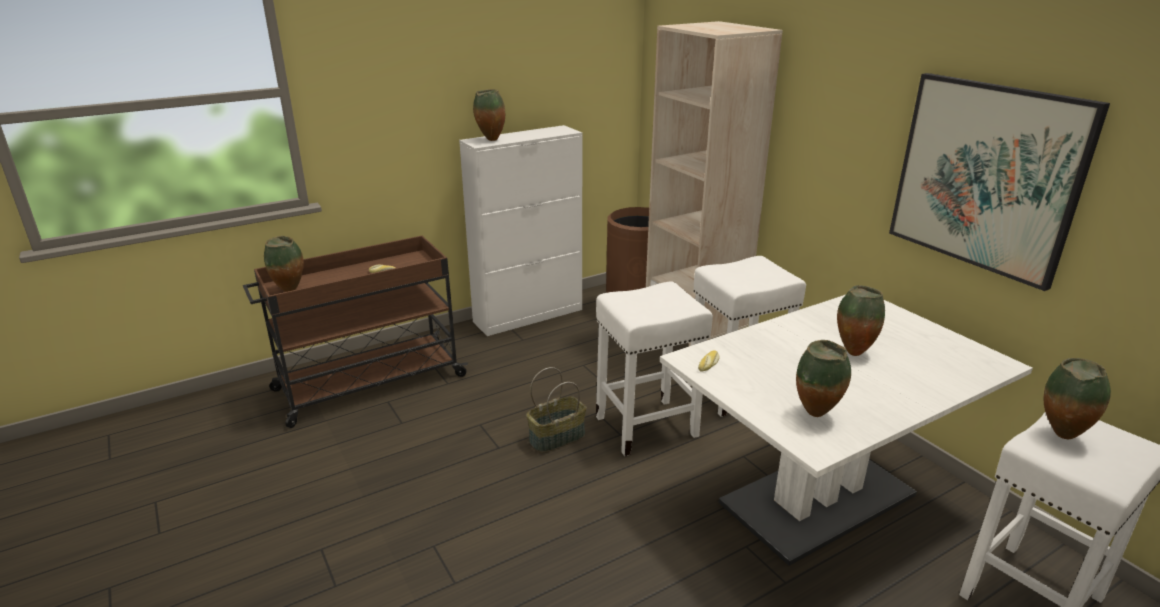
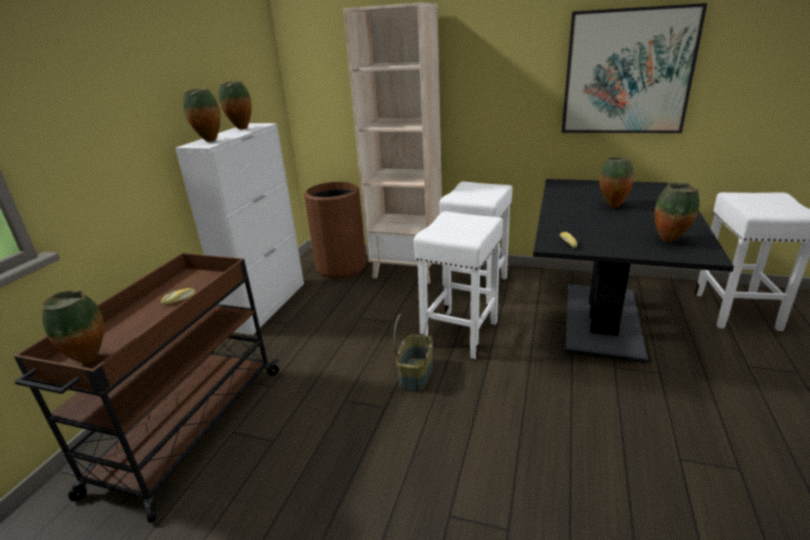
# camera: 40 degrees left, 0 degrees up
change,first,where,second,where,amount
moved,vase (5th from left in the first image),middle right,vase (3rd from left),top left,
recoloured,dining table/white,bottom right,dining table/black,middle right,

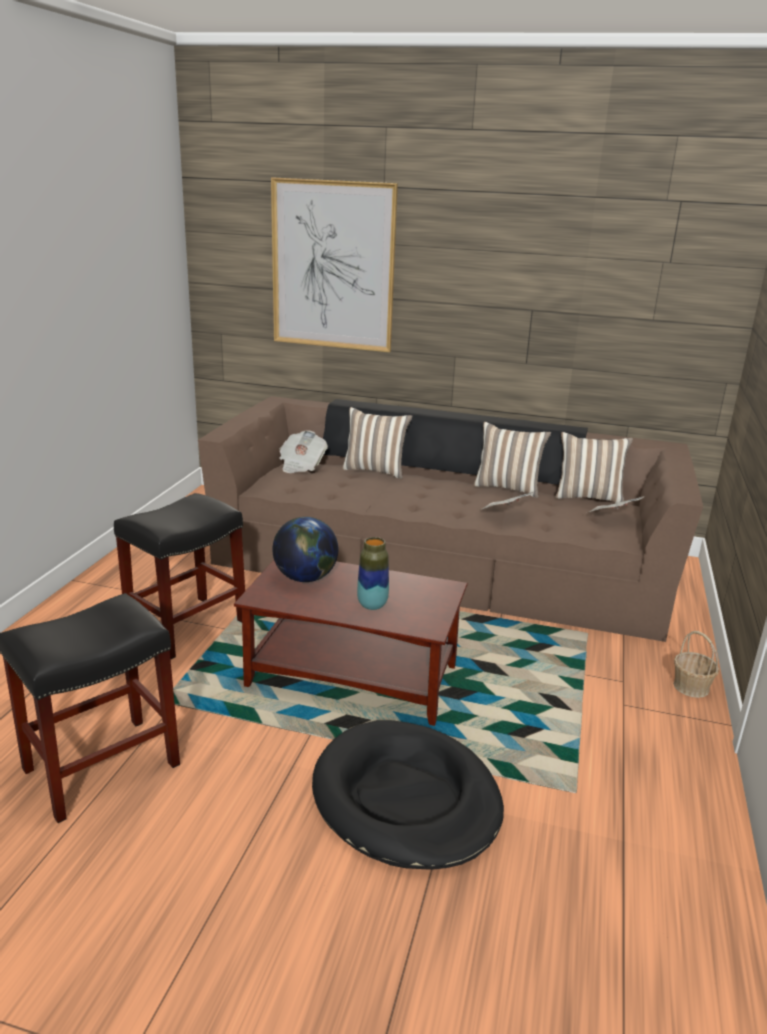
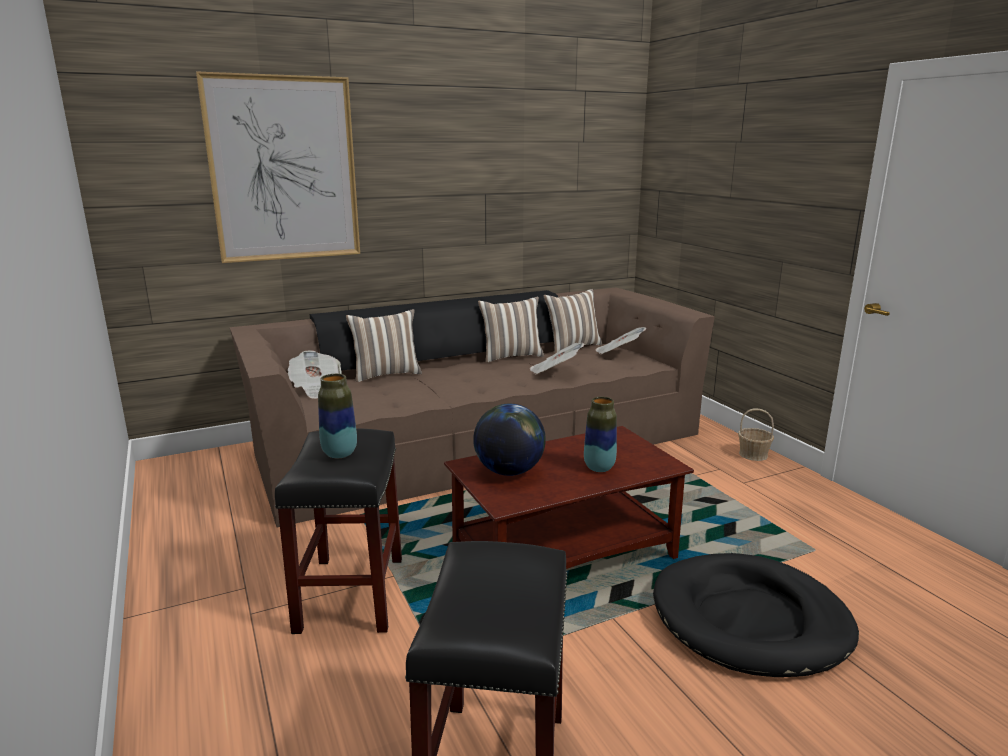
# camera: 40 degrees left, 5 degrees down
change,first,where,second,where,amount
added,,,vase (1st from left),centre,

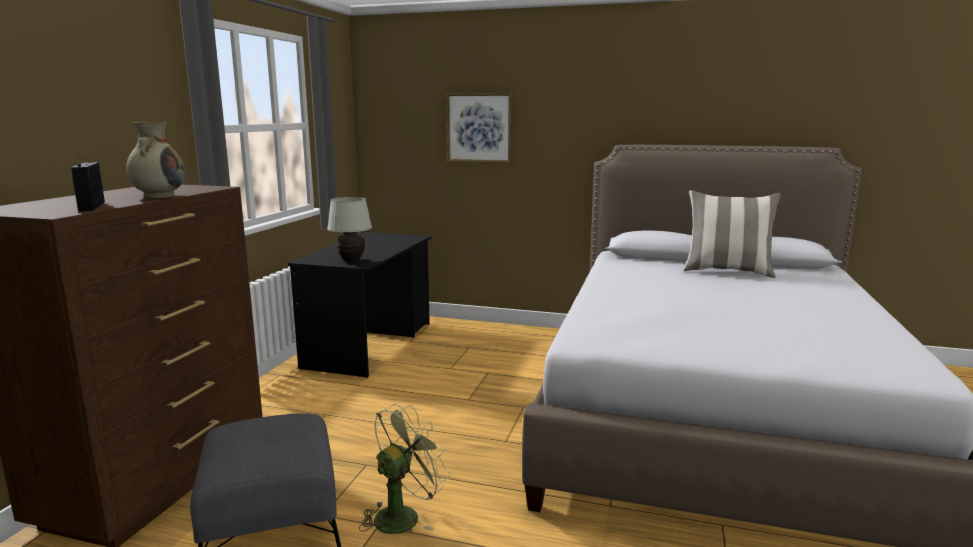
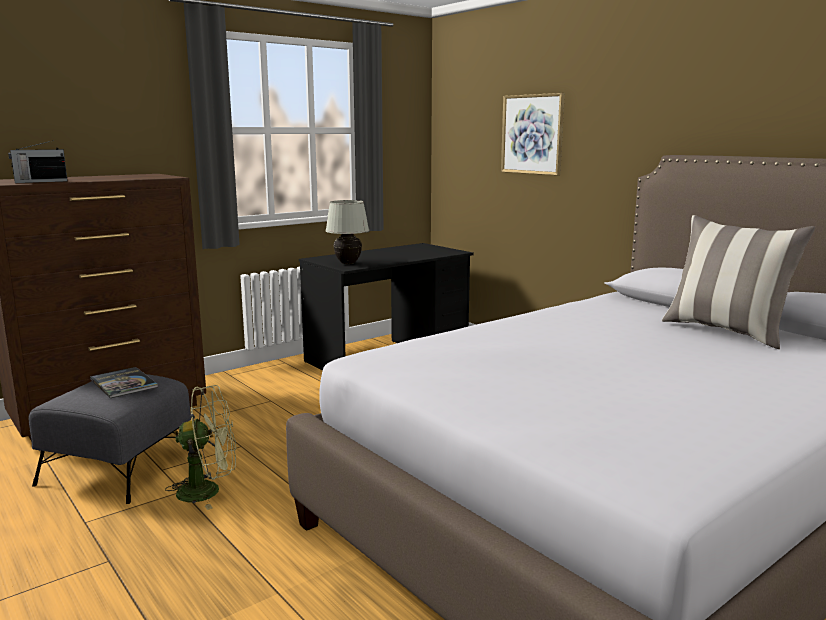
# camera: 35 degrees right, 0 degrees up
change,first,where,second,where,amount
removed,vase/beige,top left,,,
added,,,book,middle left,
turned,radio,middle left,,top left,135 degrees counterclockwise

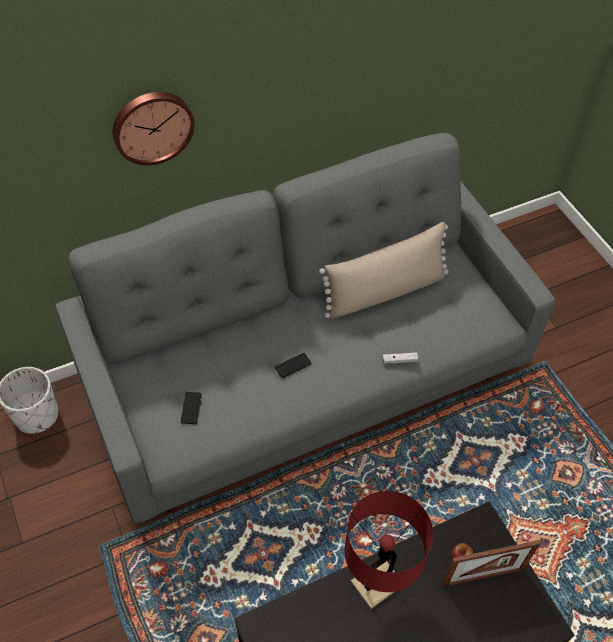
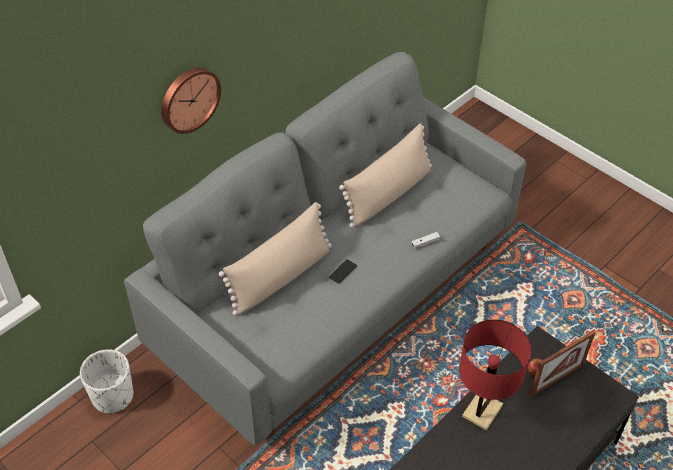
# camera: 20 degrees left, 5 degrees down
change,first,where,second,where,amount
removed,phone (1st from left),middle left,,,
added,,,pillow/beige (1st from left),centre,

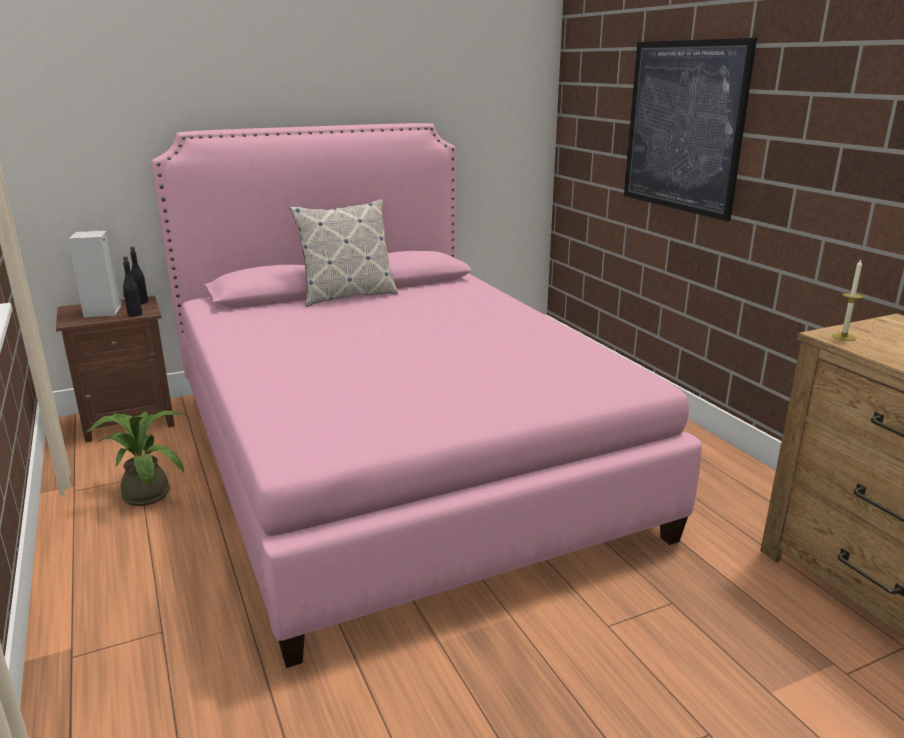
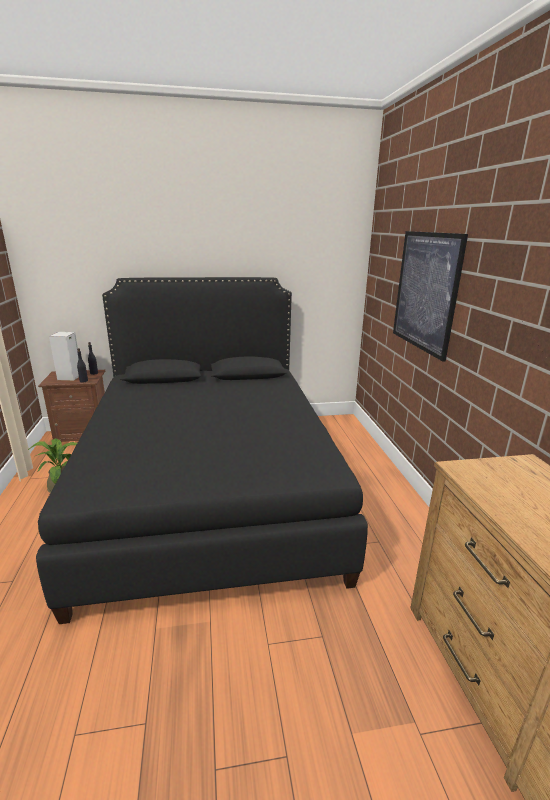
# camera: 15 degrees right, 0 degrees up
change,first,where,second,where,amount
removed,pillow,centre,,,
removed,candle,middle right,,,
recoloured,bed/pink,centre,bed/black,centre,

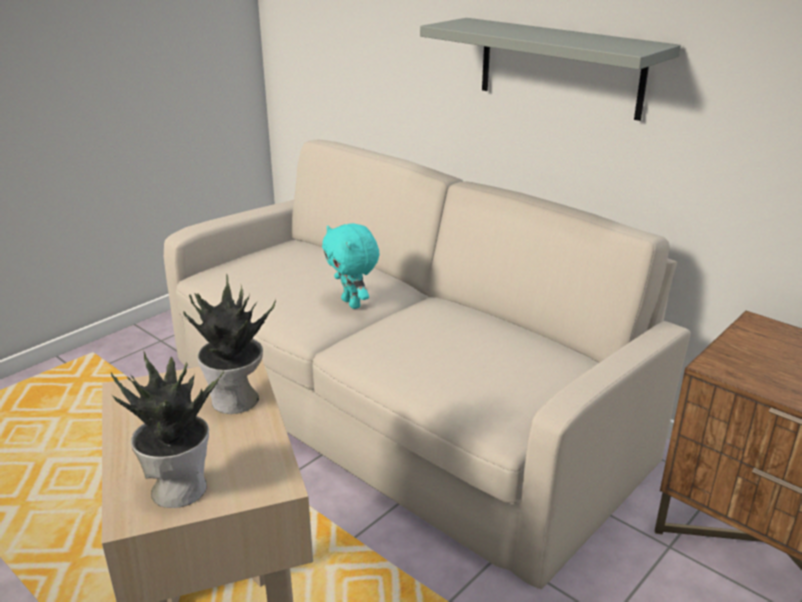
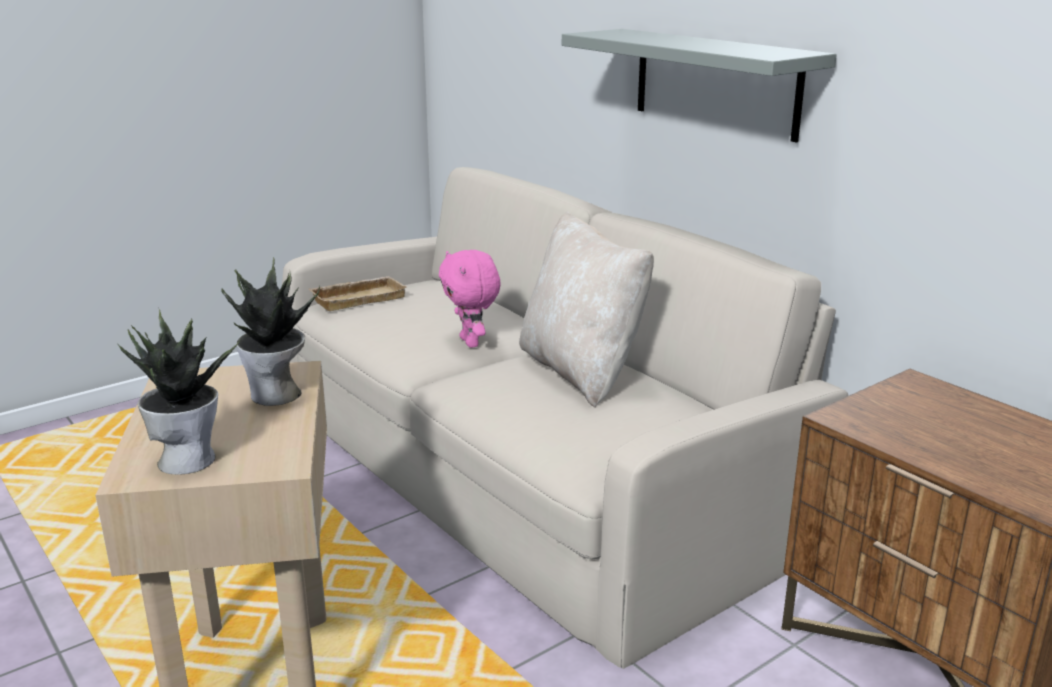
# camera: 10 degrees right, 5 degrees down
change,first,where,second,where,amount
added,,,tray/beige,centre,
added,,,pillow/beige,centre,
recoloured,plush toy/turquoise,centre,plush toy/pink,centre,

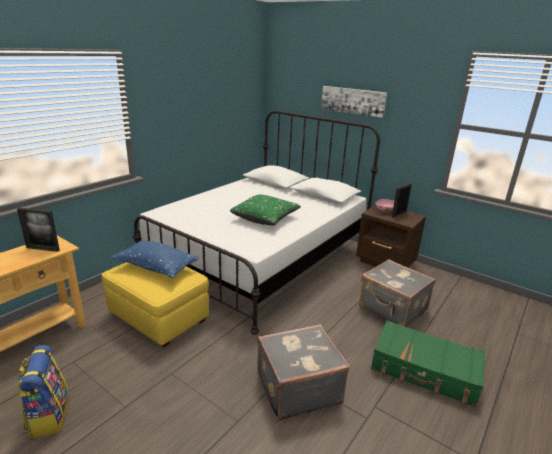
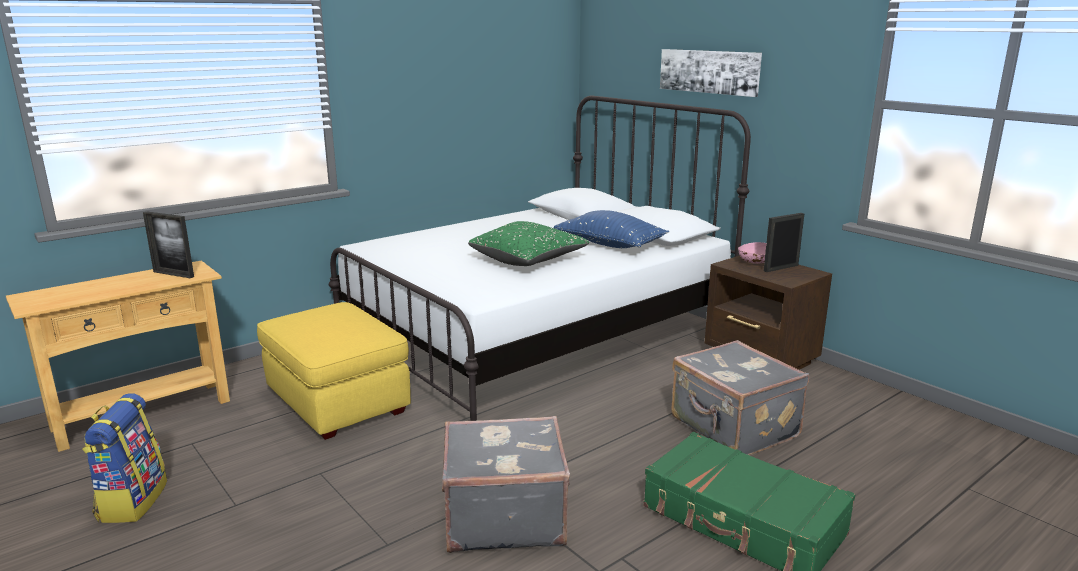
# camera: 15 degrees right, 5 degrees down
change,first,where,second,where,amount
moved,pillow/blue,middle left,,centre,

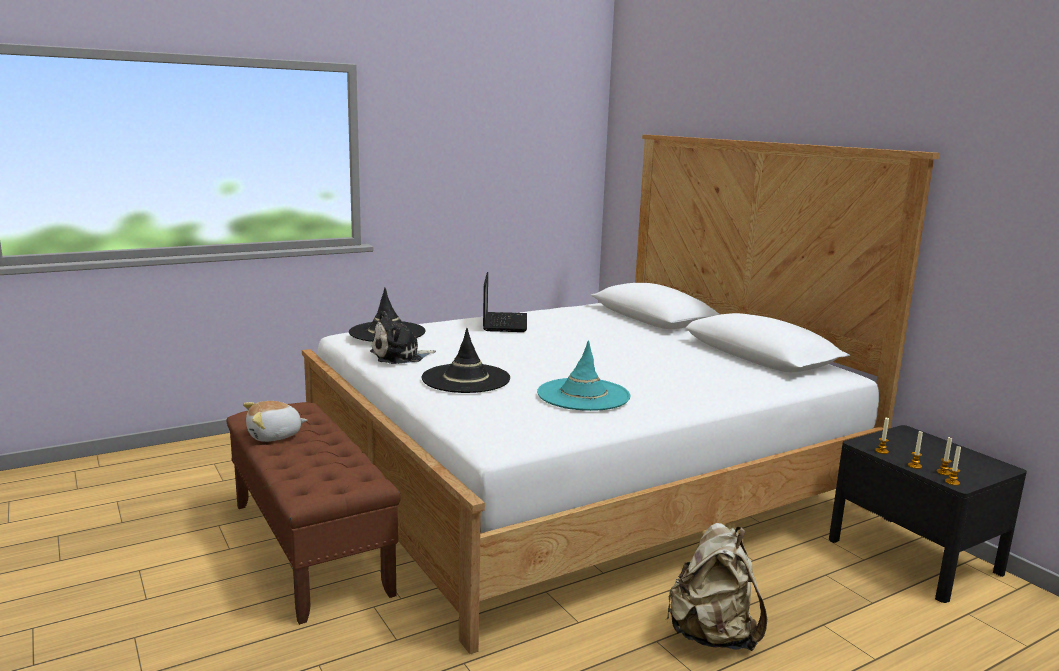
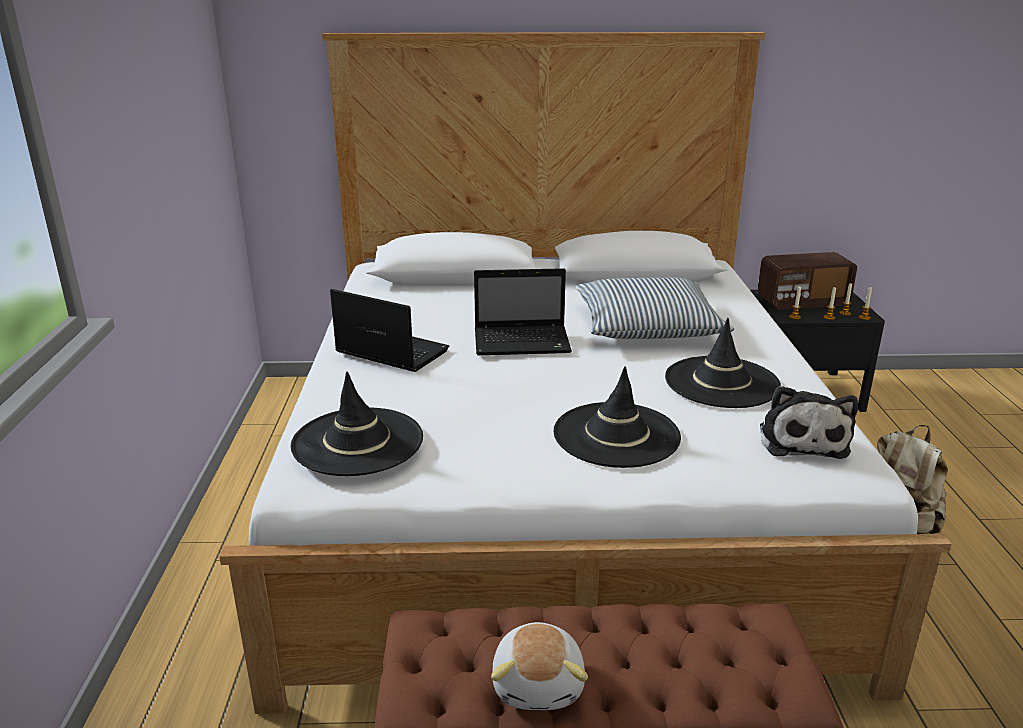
# camera: 60 degrees left, 10 degrees up
change,first,where,second,where,amount
added,,,laptop (2nd from left),centre,
added,,,pillow,centre,
added,,,radio,middle right,
moved,plush toy (2nd from left),centre,,middle right,
recoloured,hat/turquoise,centre,hat/black (3rd from left),middle right,

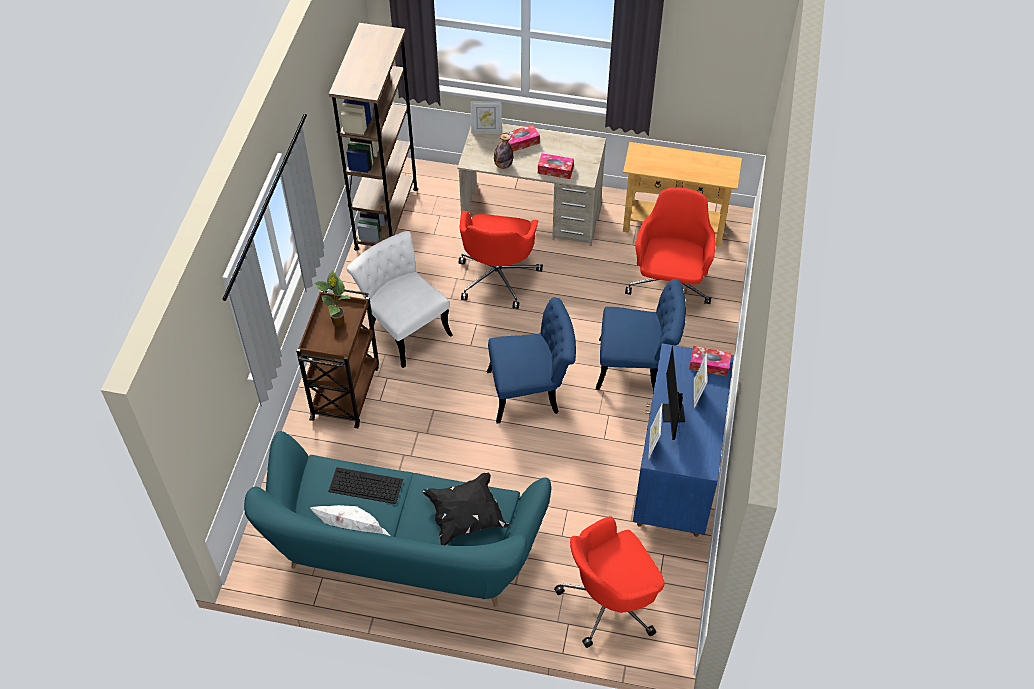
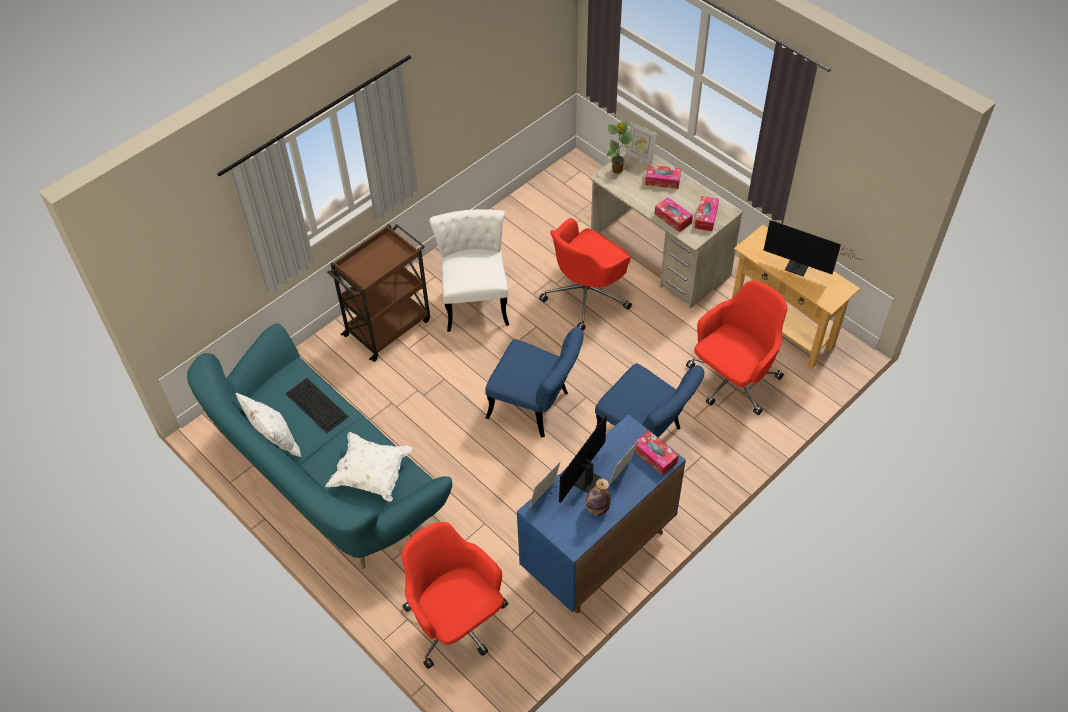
# camera: 35 degrees right, 0 degrees up
change,first,where,second,where,amount
removed,bookcase/brown,top centre,,,
added,,,tissue box (4th from left),top centre,
added,,,monitor (2nd from left),middle right,
moved,potted plant,middle left,,top centre,
moved,bottle,top centre,,bottom centre,
recoloured,pillow/black,bottom centre,pillow/white (2nd from left),centre,
turned,office chair/red (2nd from left in the first image),bottom centre,office chair/red (1st from left),bottom centre,45 degrees clockwise

